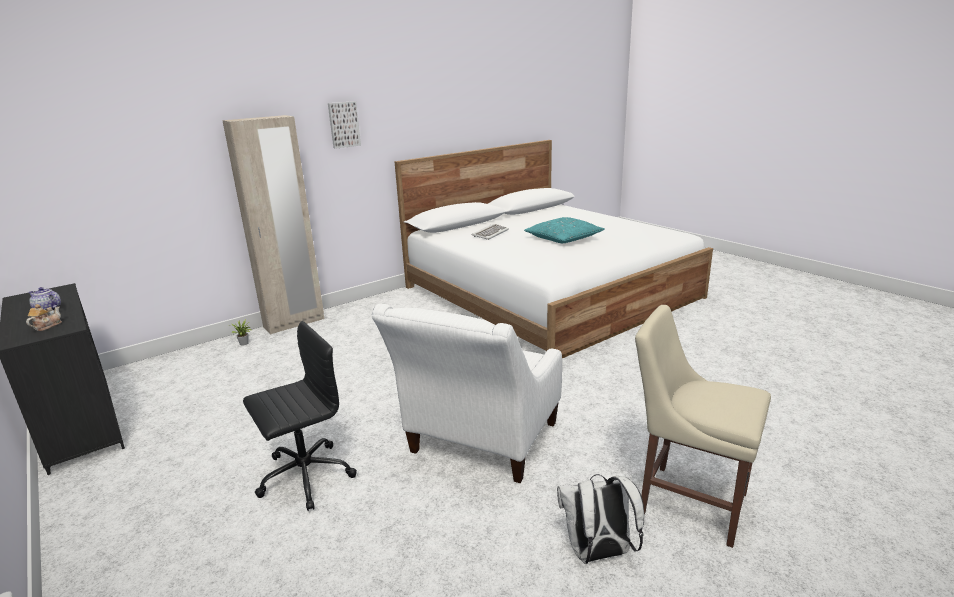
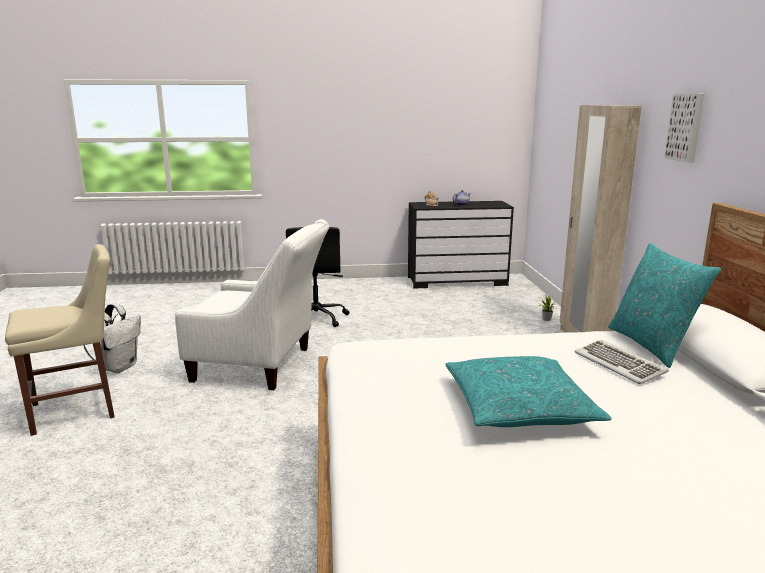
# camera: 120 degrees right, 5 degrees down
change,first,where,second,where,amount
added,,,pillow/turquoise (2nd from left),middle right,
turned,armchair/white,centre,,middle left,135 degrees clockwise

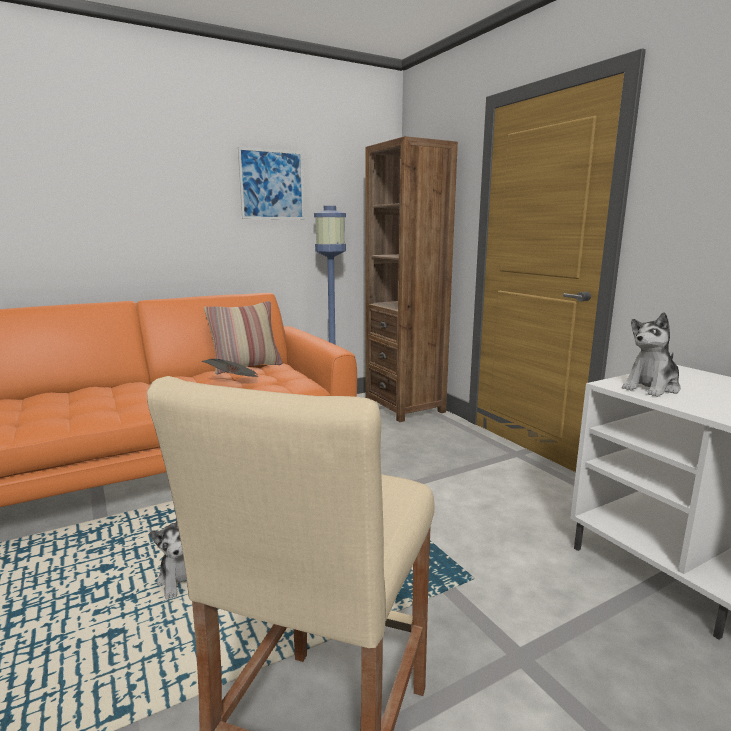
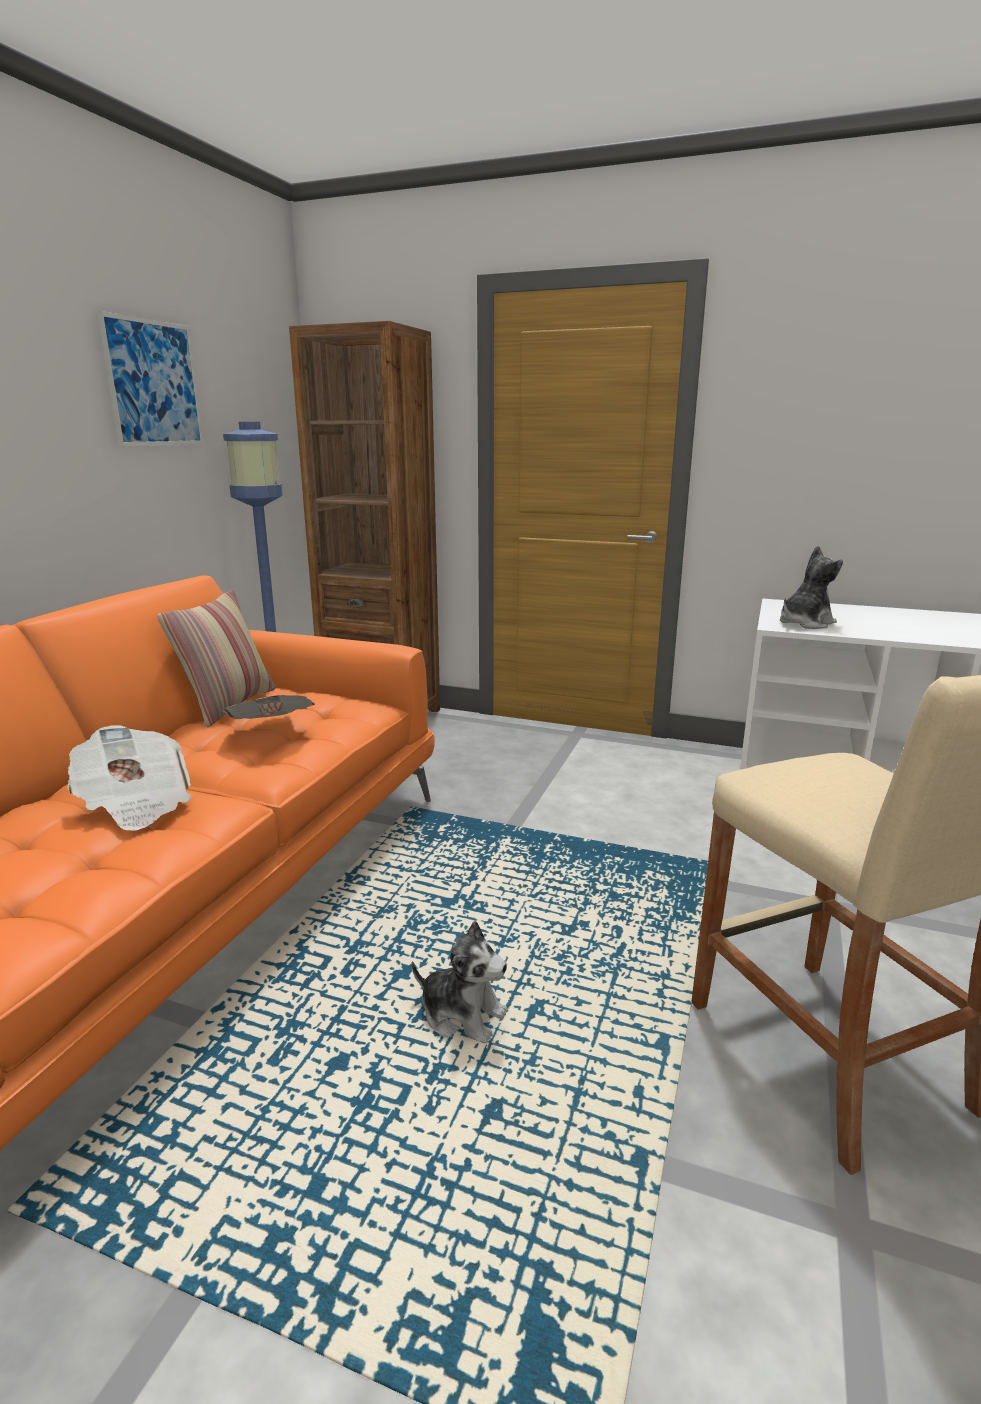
# camera: 40 degrees left, 5 degrees up
change,first,where,second,where,amount
added,,,newspaper (1st from left),middle left,
turned,plush toy (2nd from left),middle right,,middle right,135 degrees counterclockwise

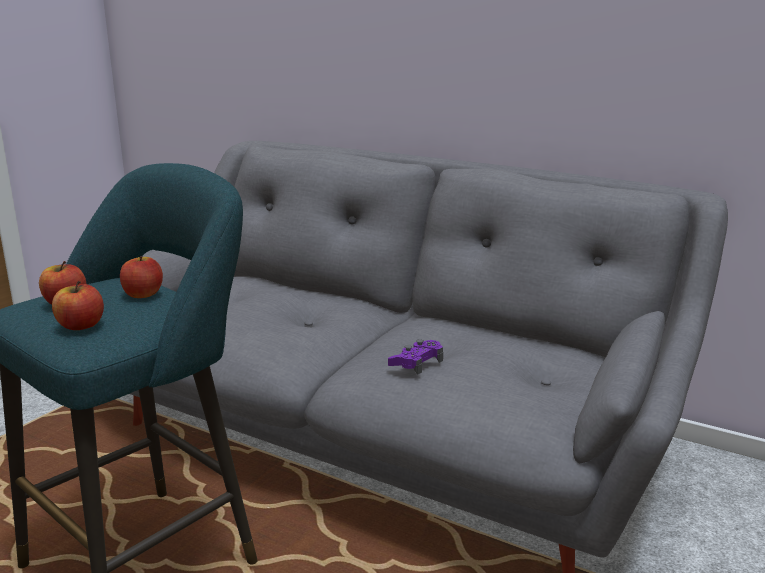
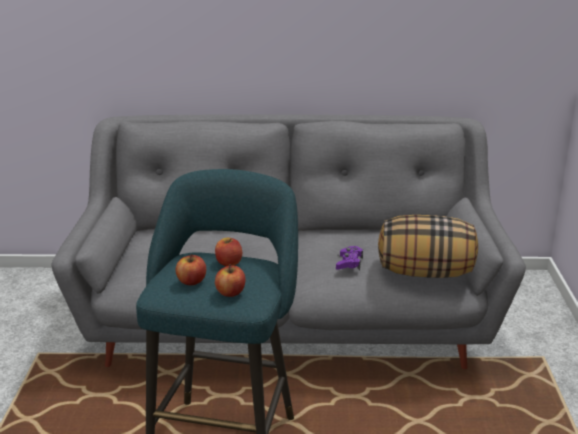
# camera: 30 degrees left, 5 degrees up
change,first,where,second,where,amount
added,,,pillow,middle right,

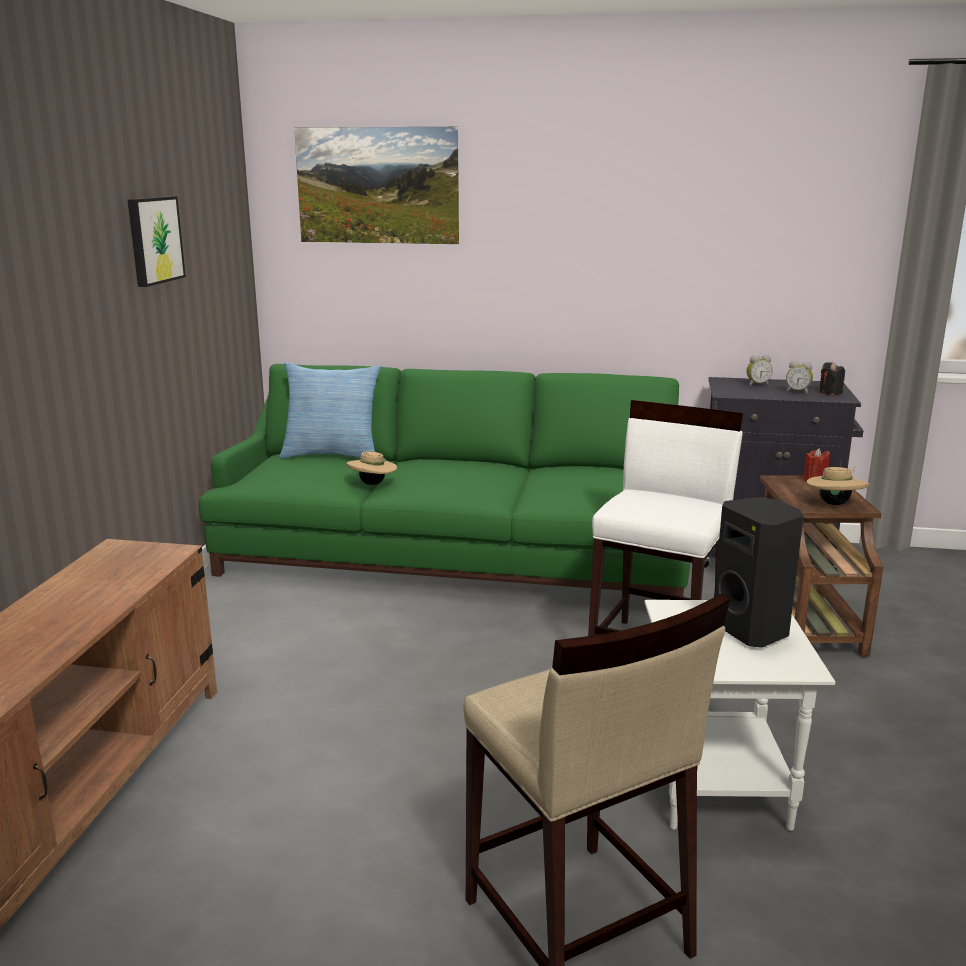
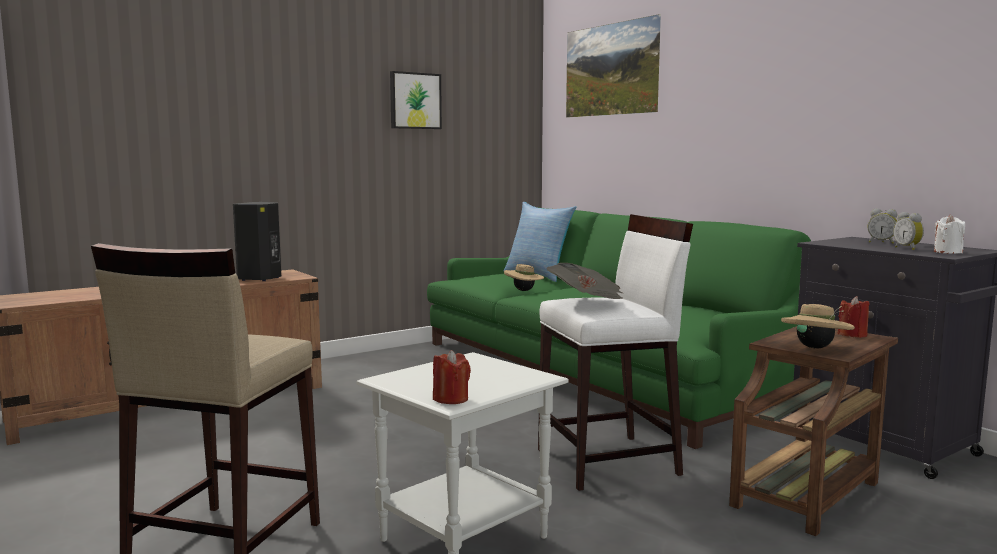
# camera: 45 degrees right, 10 degrees down
change,first,where,second,where,amount
added,,,candle/red (1st from left),bottom centre,
added,,,newspaper,centre,
moved,speaker/black,middle right,,middle left,
recoloured,candle/black,middle right,candle/white,middle right,

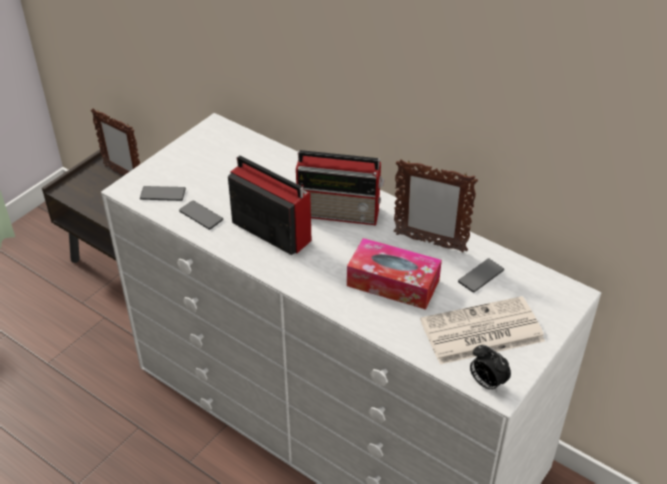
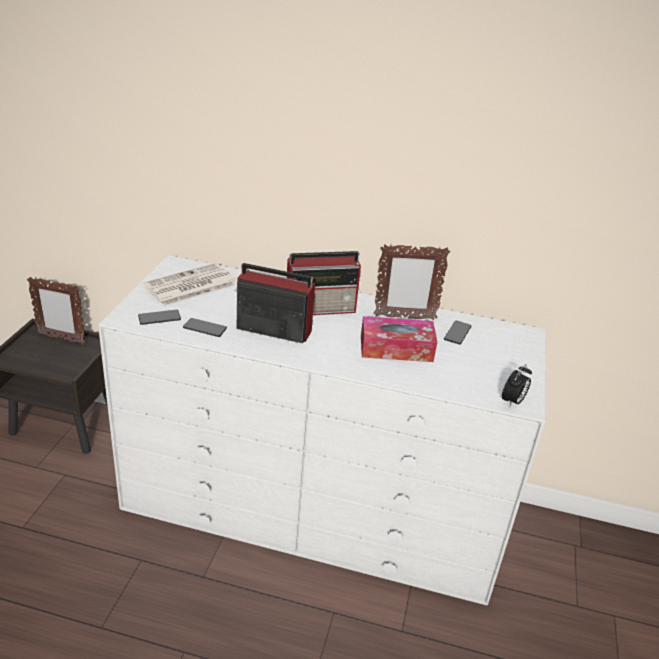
# camera: 25 degrees left, 10 degrees down
change,first,where,second,where,amount
moved,newspaper,bottom right,,middle left,
turned,alarm clock,bottom right,,middle right,75 degrees counterclockwise

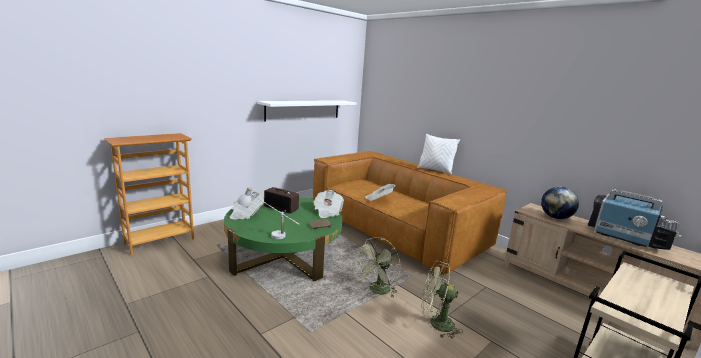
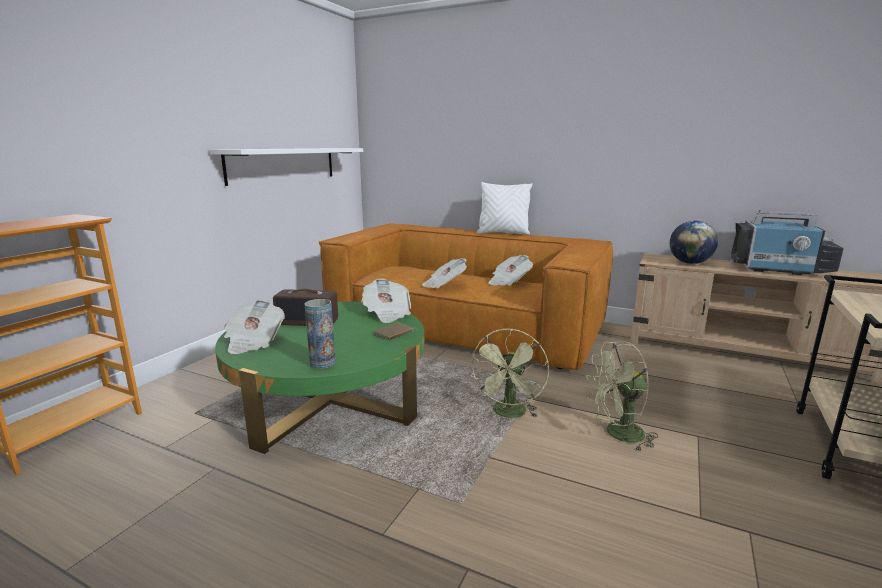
# camera: 20 degrees left, 0 degrees up
change,first,where,second,where,amount
added,,,newspaper (4th from left),centre,
replaced,table lamp/white,centre,vase,centre,

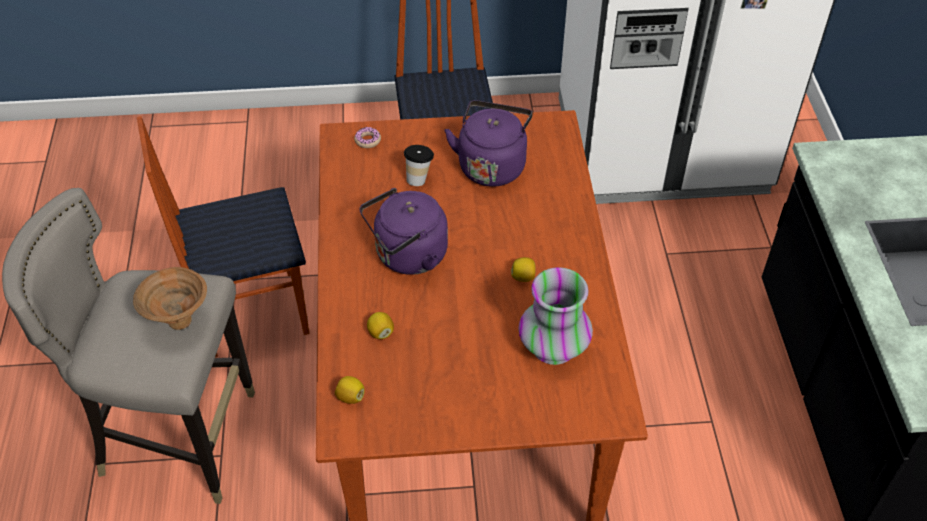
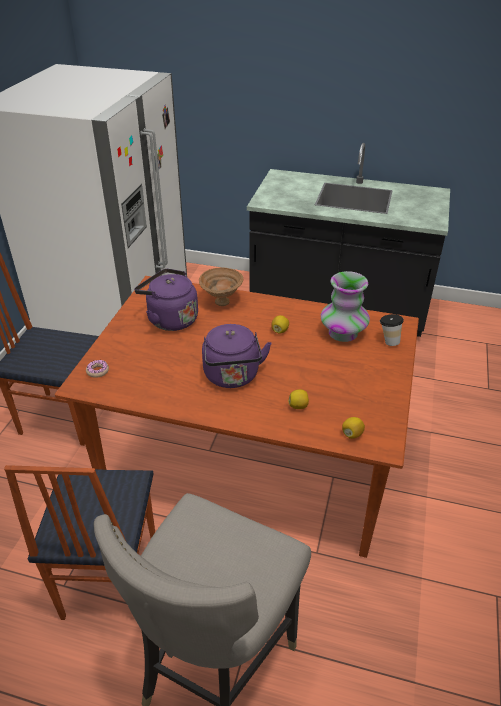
# camera: 70 degrees left, 10 degrees down
change,first,where,second,where,amount
moved,bowl/brown,middle left,,centre,
moved,cup,top centre,,middle right,

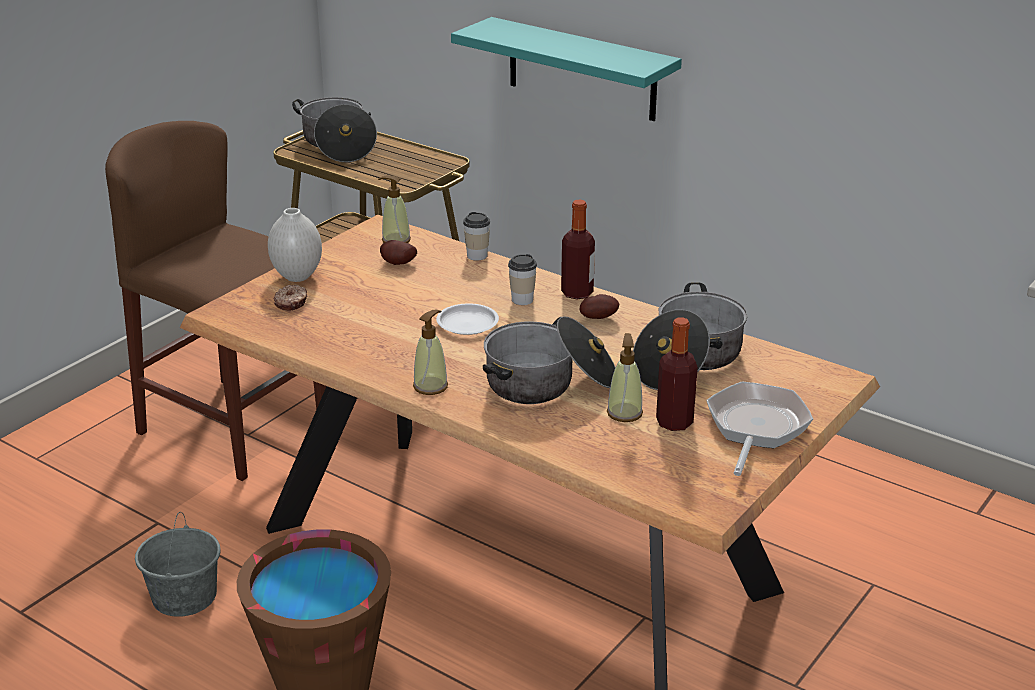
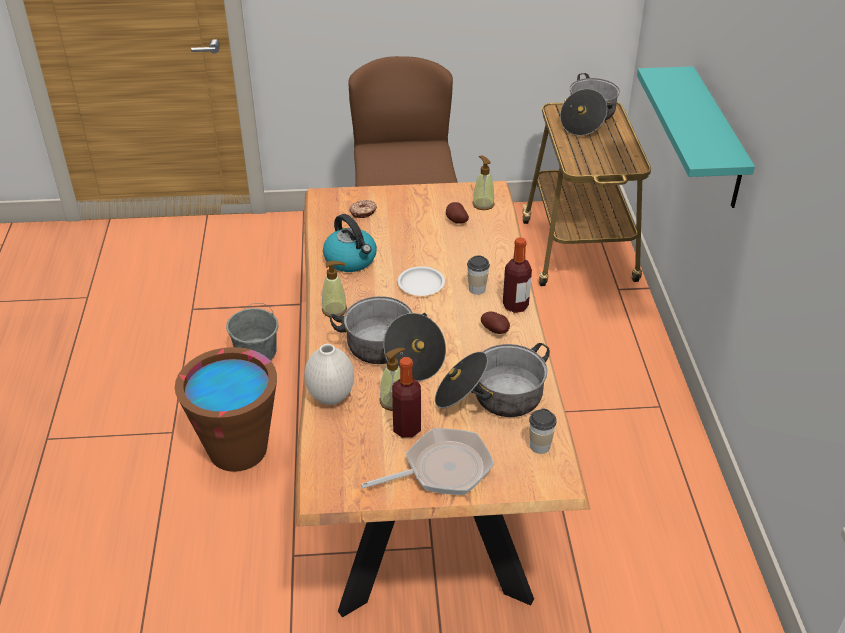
# camera: 50 degrees right, 10 degrees up
change,first,where,second,where,amount
added,,,kettle,centre,
moved,vase/white,middle left,,centre,
moved,cup (1st from left in the first image),centre,cup (2nd from left),bottom centre,

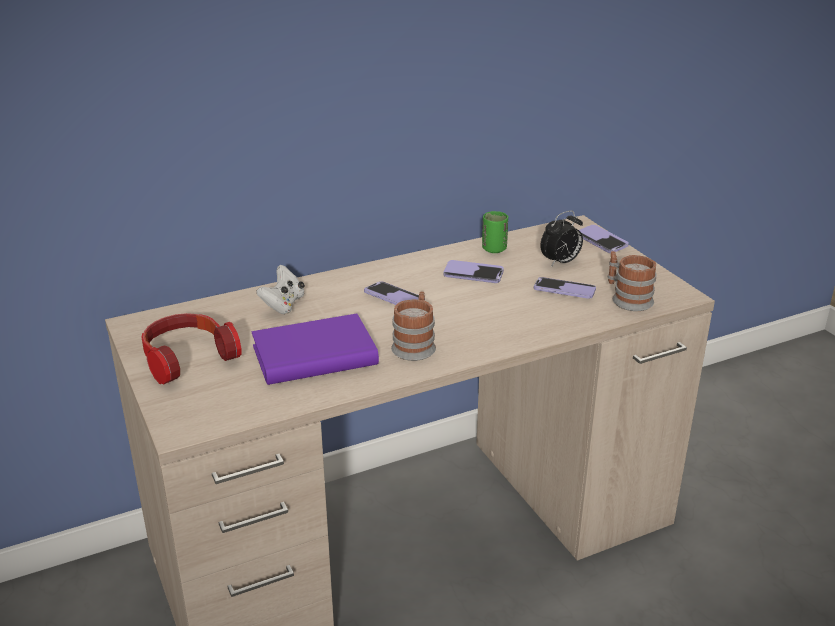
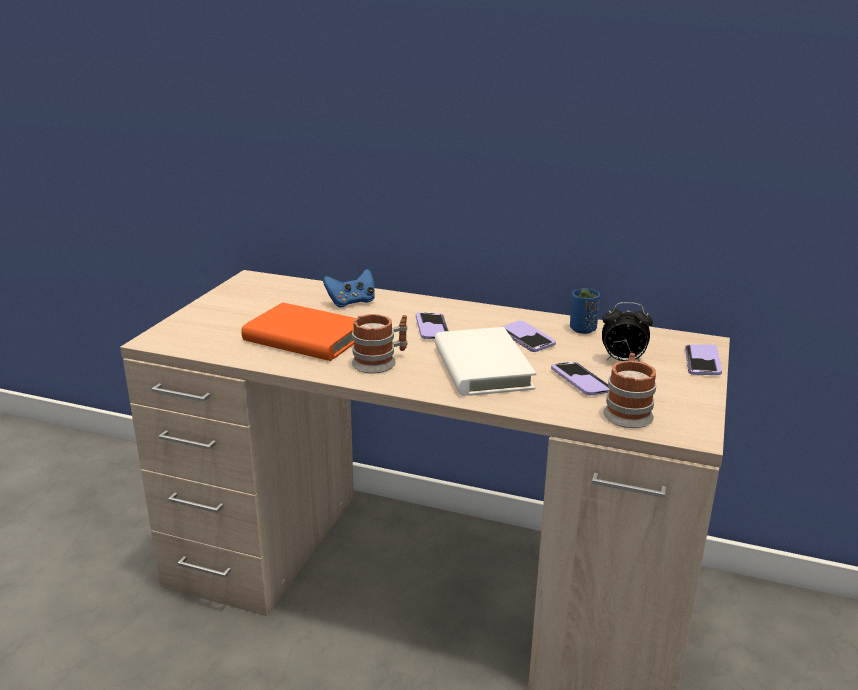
# camera: 45 degrees right, 5 degrees down
change,first,where,second,where,amount
removed,headphones,middle left,,,
added,,,book/white,centre,
recoloured,book/purple,centre,book/orange,centre,
recoloured,game controller/white,centre,game controller/blue,centre,
recoloured,cup/green,centre,cup/blue,middle right,

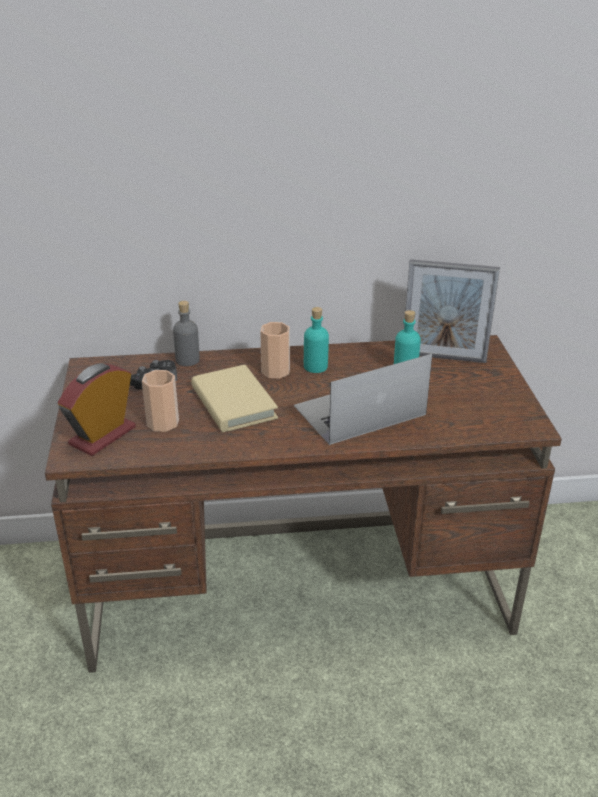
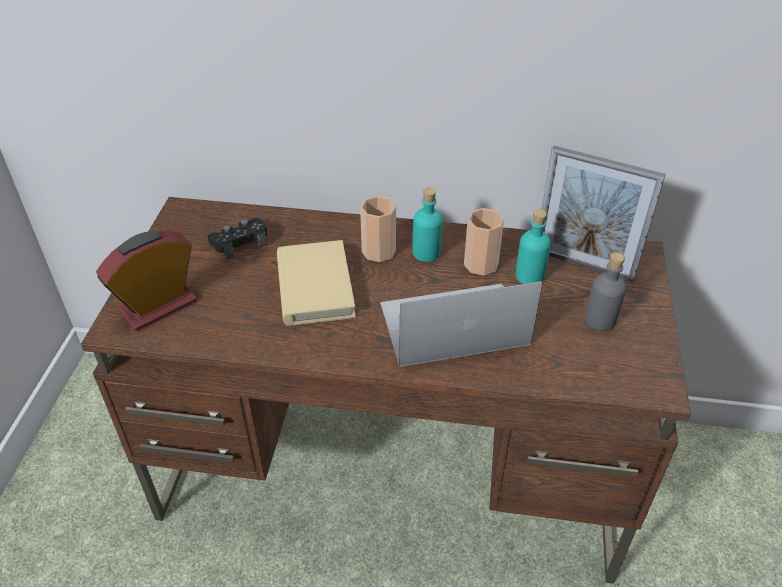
# camera: 15 degrees right, 10 degrees up
change,first,where,second,where,amount
moved,cup (1st from left in the first image),middle left,cup (2nd from left),centre,
moved,bottle/grey,middle left,,middle right,

